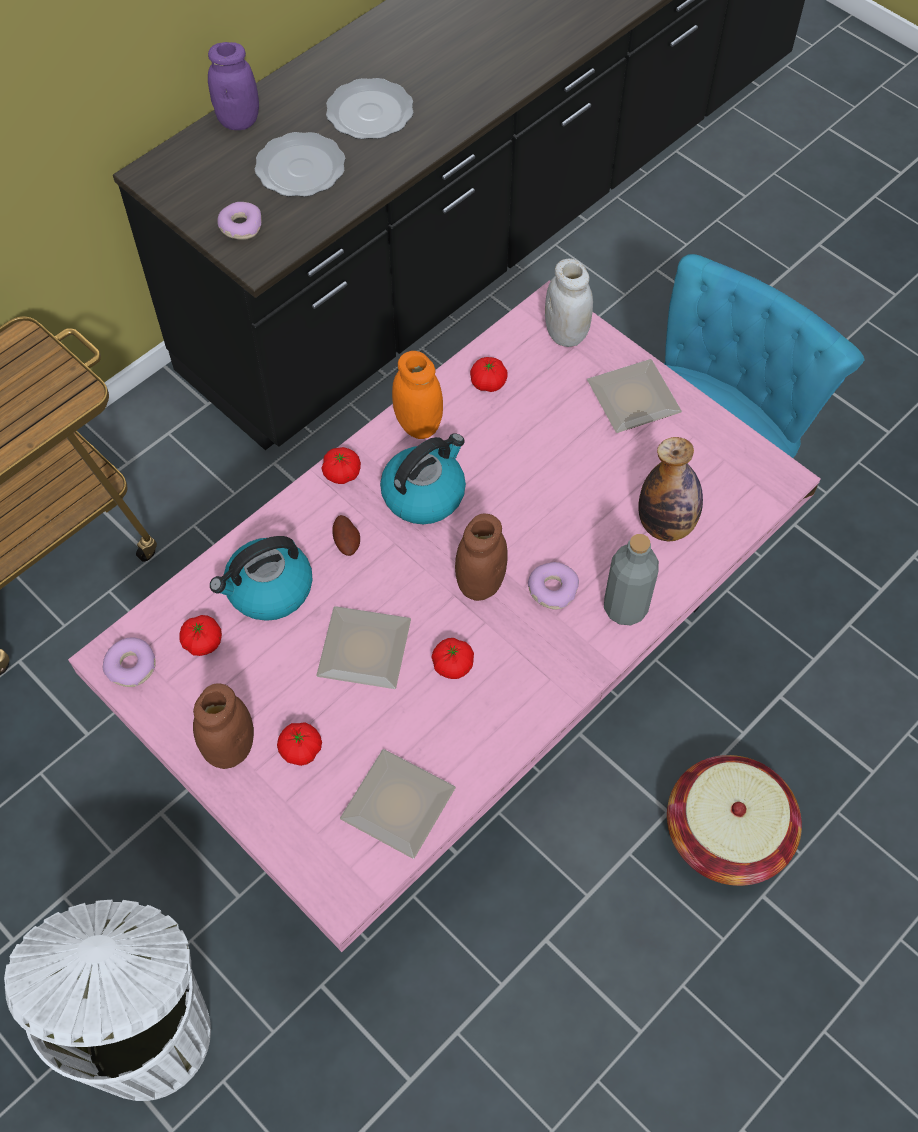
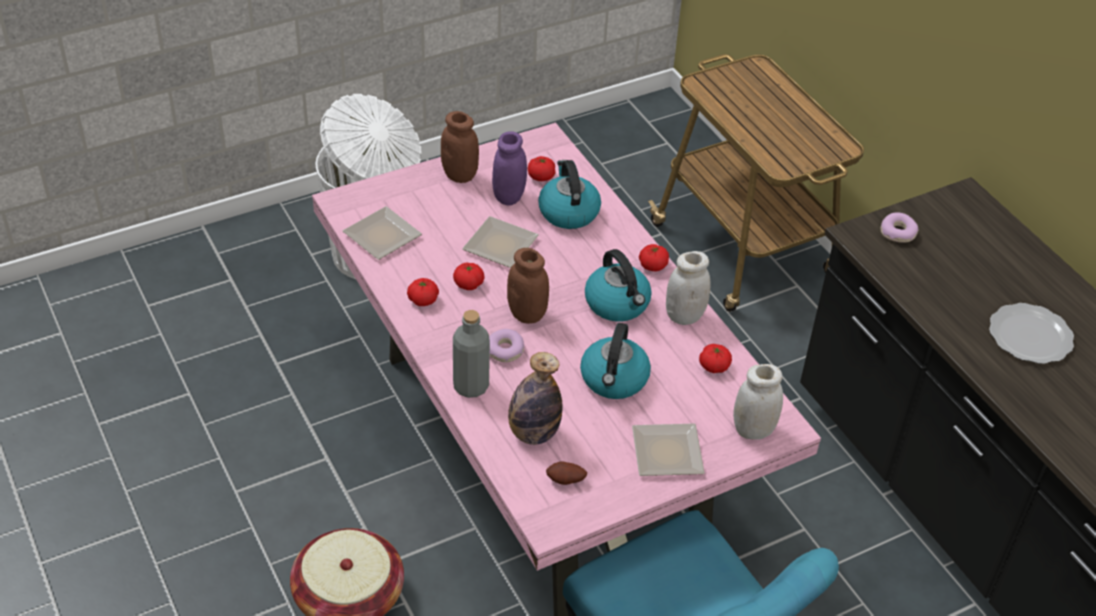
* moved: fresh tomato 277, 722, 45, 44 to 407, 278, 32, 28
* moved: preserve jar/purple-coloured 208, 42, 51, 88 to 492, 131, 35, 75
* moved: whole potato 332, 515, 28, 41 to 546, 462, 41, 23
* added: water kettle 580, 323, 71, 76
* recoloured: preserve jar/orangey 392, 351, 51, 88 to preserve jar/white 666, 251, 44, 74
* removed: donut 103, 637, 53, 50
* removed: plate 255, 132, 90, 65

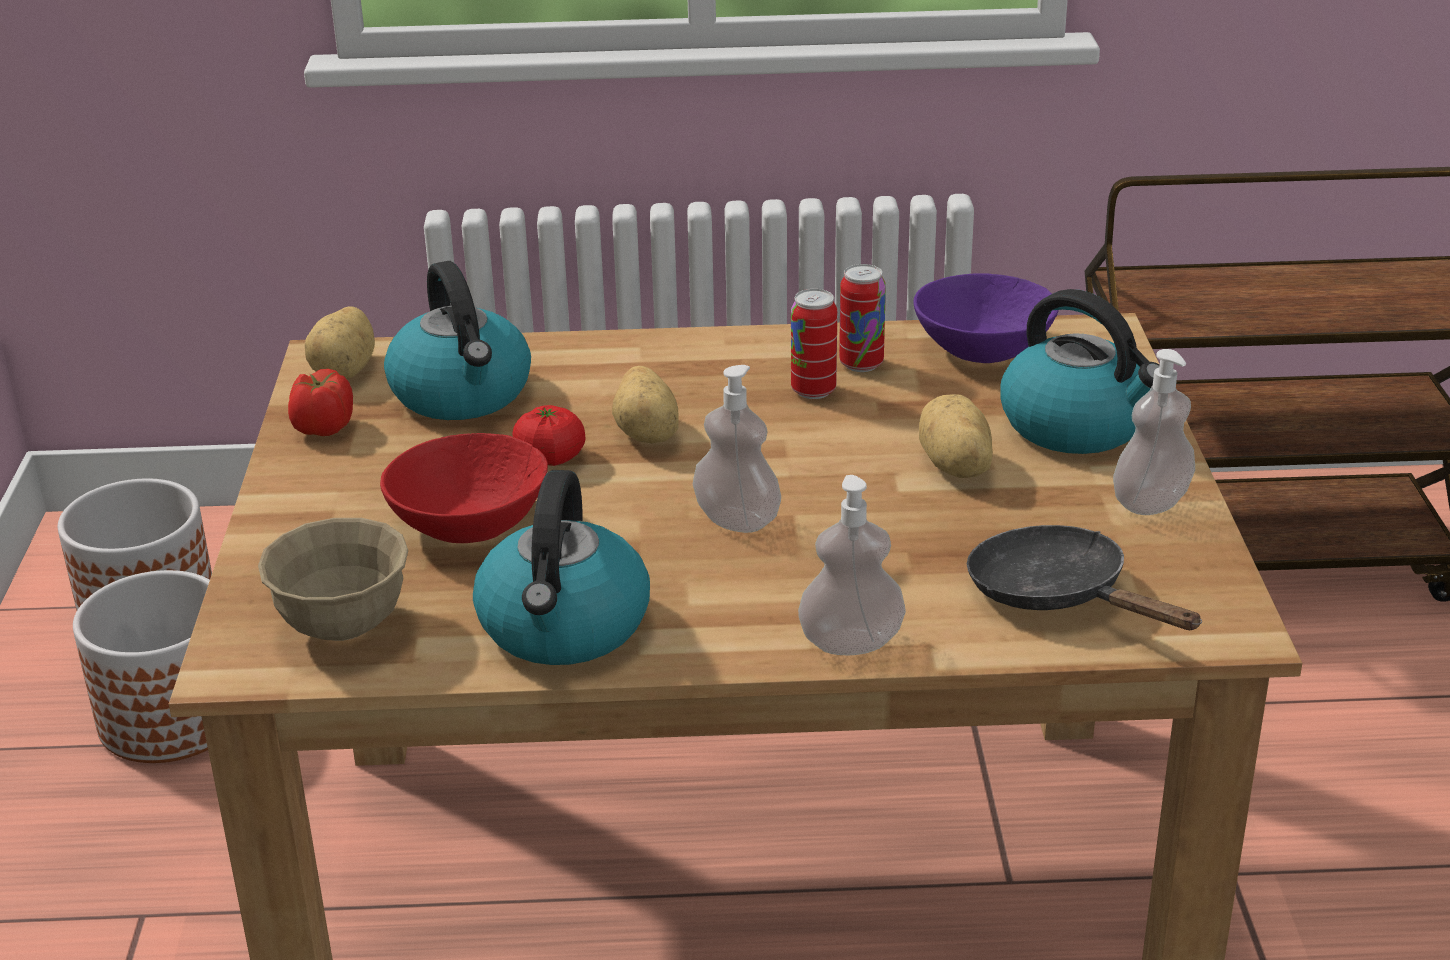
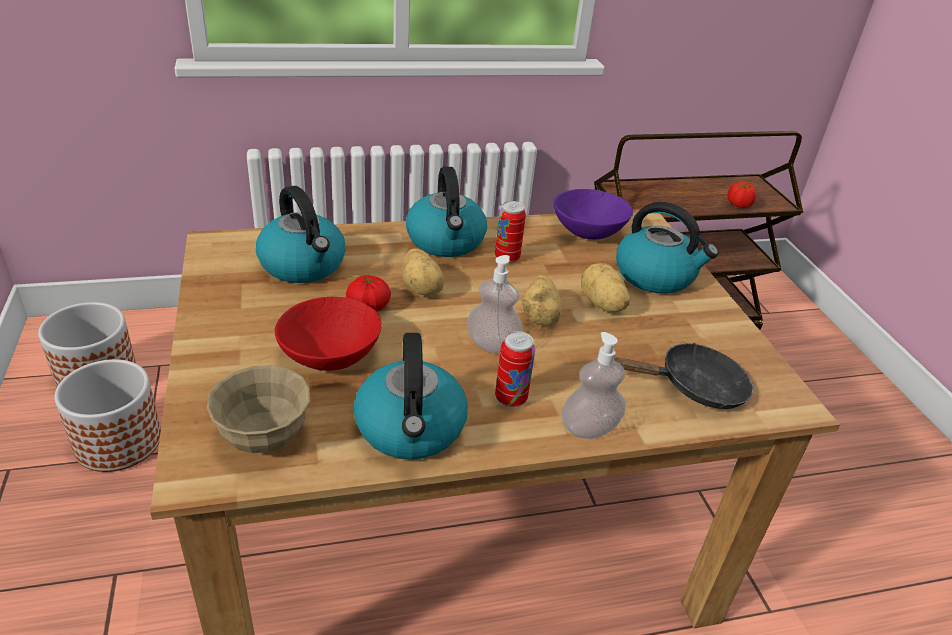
* added: water kettle 406, 167, 81, 90
* moved: metal can 839, 264, 47, 108 to 495, 331, 40, 76
* moved: whole potato 304, 307, 71, 72 to 522, 275, 40, 51
* turned: skillet/blackish 967, 525, 235, 105 = 614, 343, 140, 66 135 degrees clockwise
* moved: fresh tomato 288, 369, 65, 67 to 727, 181, 29, 27
* removed: liquid soap bottle 1113, 349, 82, 166

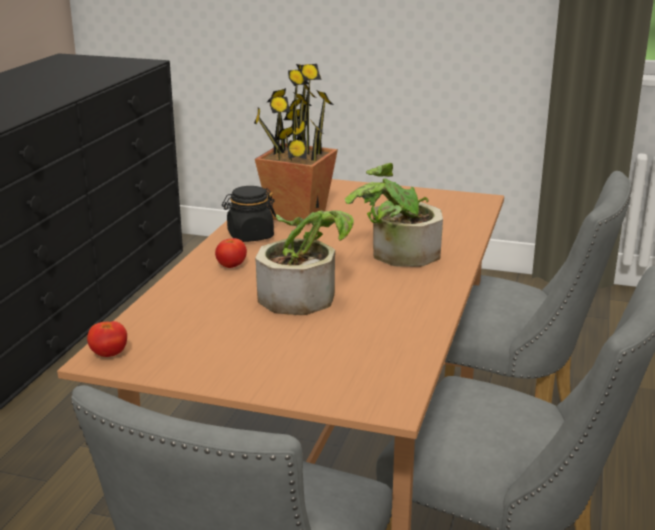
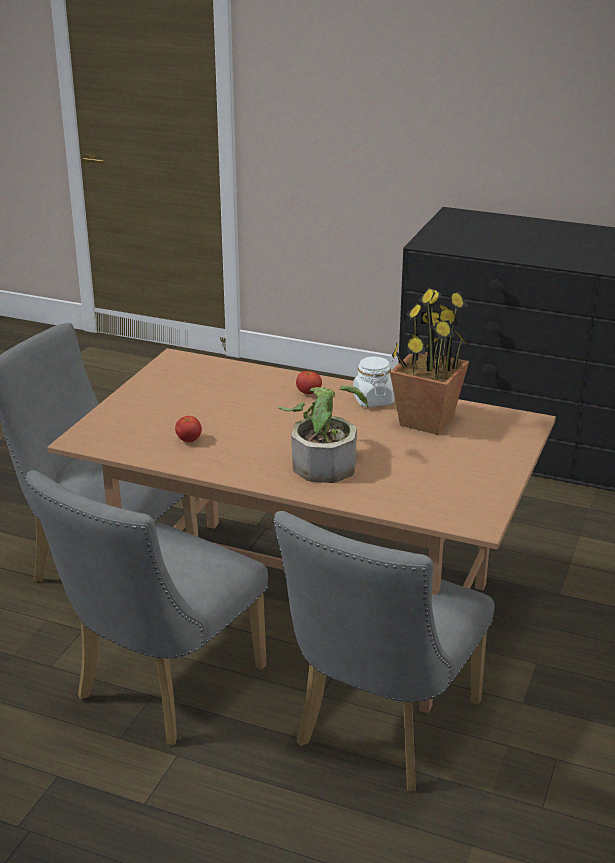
* moved: fresh tomato 87, 321, 40, 36 to 175, 416, 27, 26
* recoloured: preserve jar/blackish 222, 186, 54, 56 to preserve jar/white 353, 357, 41, 50
* removed: plant in a pot 255, 210, 99, 105

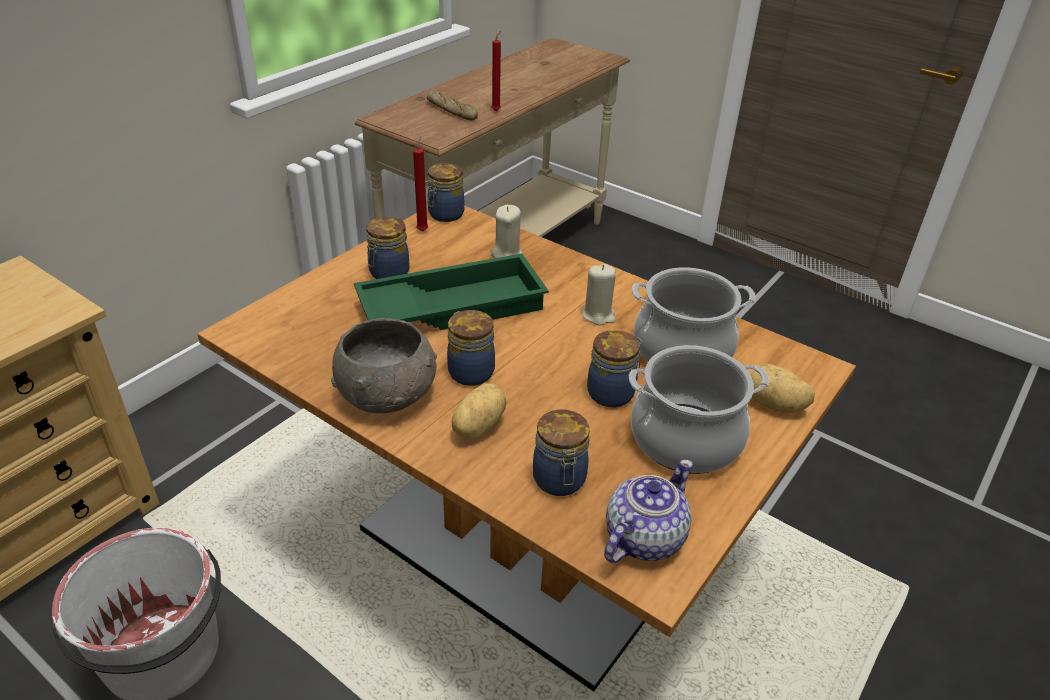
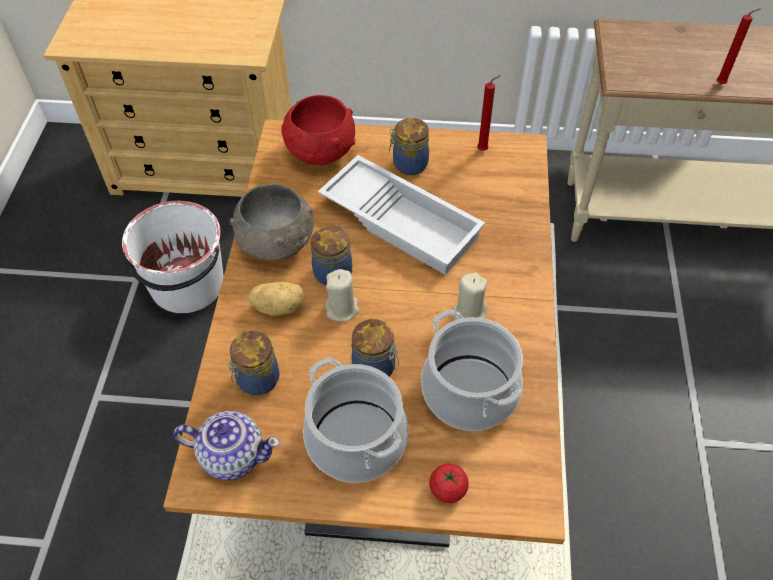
* added: bowl/reddish 281, 95, 75, 70
* recoloured: serving tray/greenish 354, 253, 195, 77 to serving tray/white 318, 155, 167, 120
* moved: wax candle/beige 491, 205, 32, 53 to 326, 269, 33, 53
* replaced: whole potato 750, 364, 65, 49 to fresh tomato 429, 464, 40, 39
* removed: bakery bread 427, 91, 51, 30
* removed: preserve jar 428, 163, 36, 59

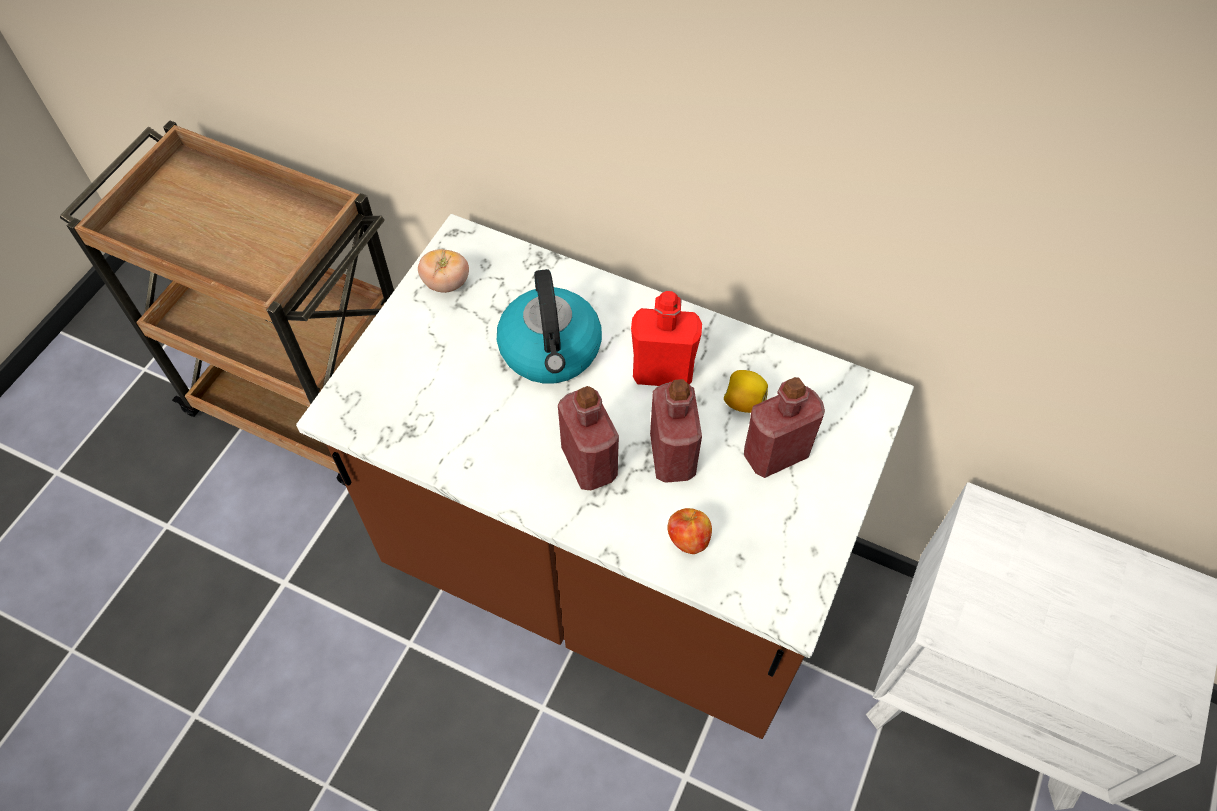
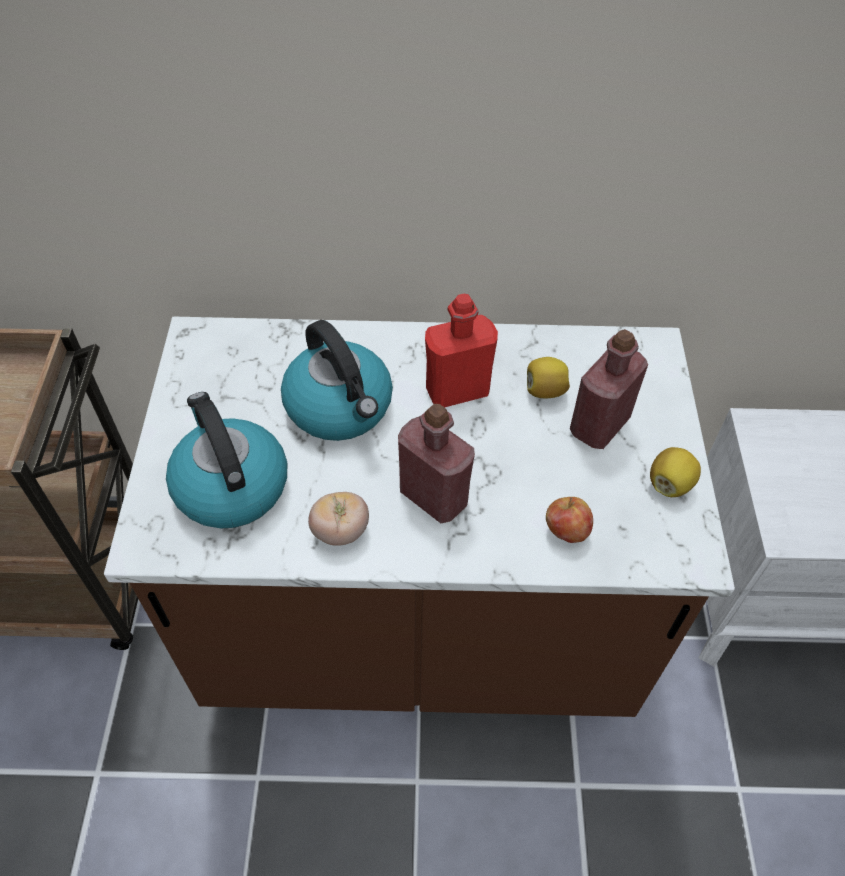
* added: water kettle 166, 392, 121, 136
* moved: fresh tomato 418, 249, 51, 44 to 308, 492, 61, 54
* added: whole lemon 650, 447, 51, 50
* removed: bottle/reddish 650, 379, 52, 104

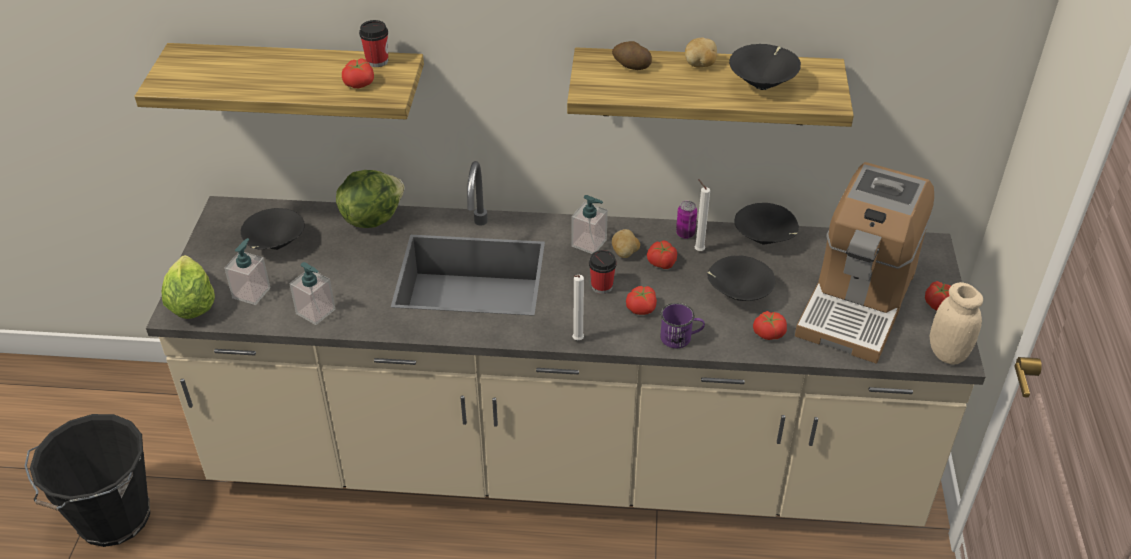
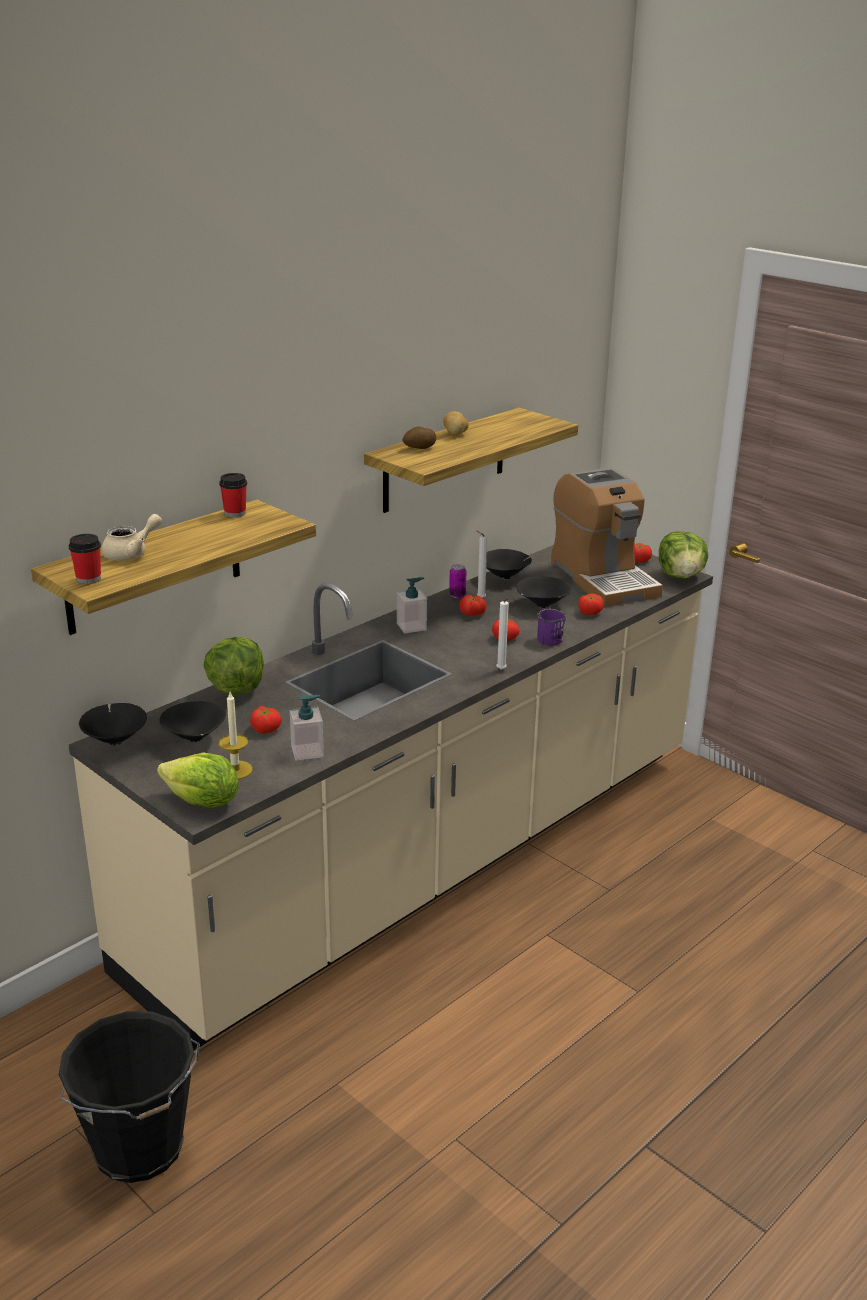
* moved: small cup 589, 250, 28, 44 to 69, 534, 32, 50
* moved: bowl/blackish 729, 44, 72, 46 to 79, 703, 68, 42
* added: teapot/beige 101, 514, 61, 47
* replaced: liquid soap bottle 224, 238, 47, 67 to wax candle 219, 692, 34, 87
* moved: fresh tomato 342, 58, 32, 30 to 250, 706, 32, 28
* replaced: preserve jar/beige 930, 282, 53, 83 to head of lettuce 659, 531, 49, 48
* removed: whole potato 612, 229, 28, 29

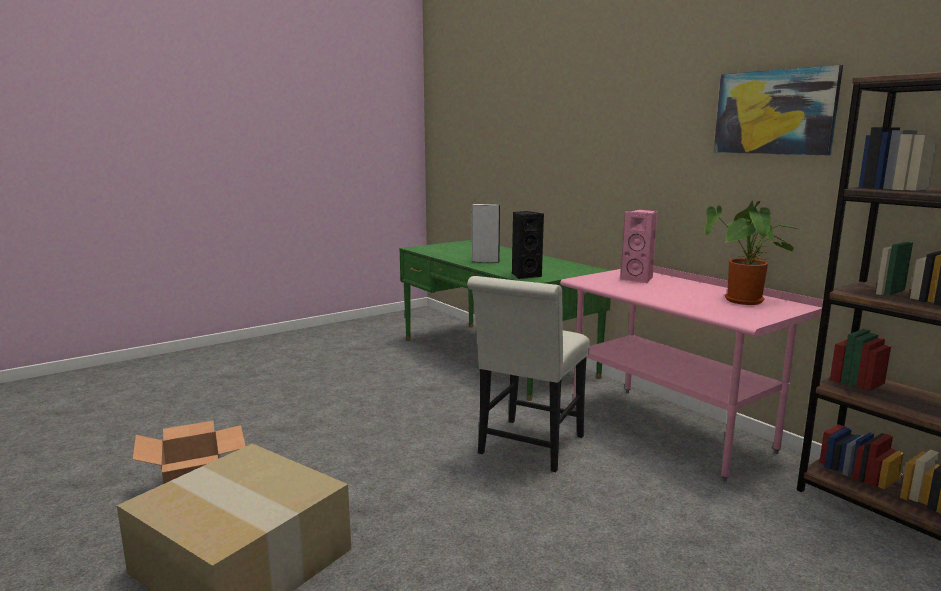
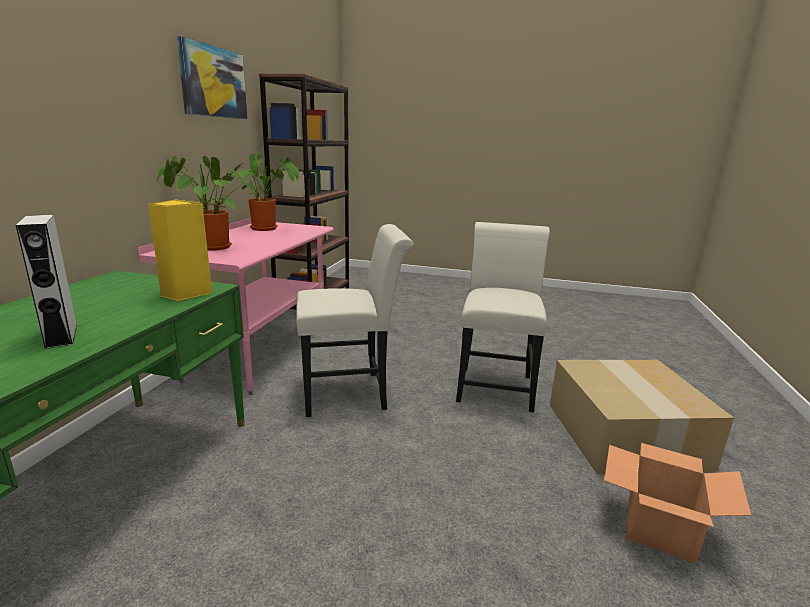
* recoloured: audio speaker/blackish 512, 211, 32, 68 to audio speaker/yellow 148, 199, 64, 102
* replaced: audio speaker/pinkish 620, 209, 38, 74 to plant in a pot 157, 156, 99, 95
* added: upright chair/white 456, 222, 94, 190

